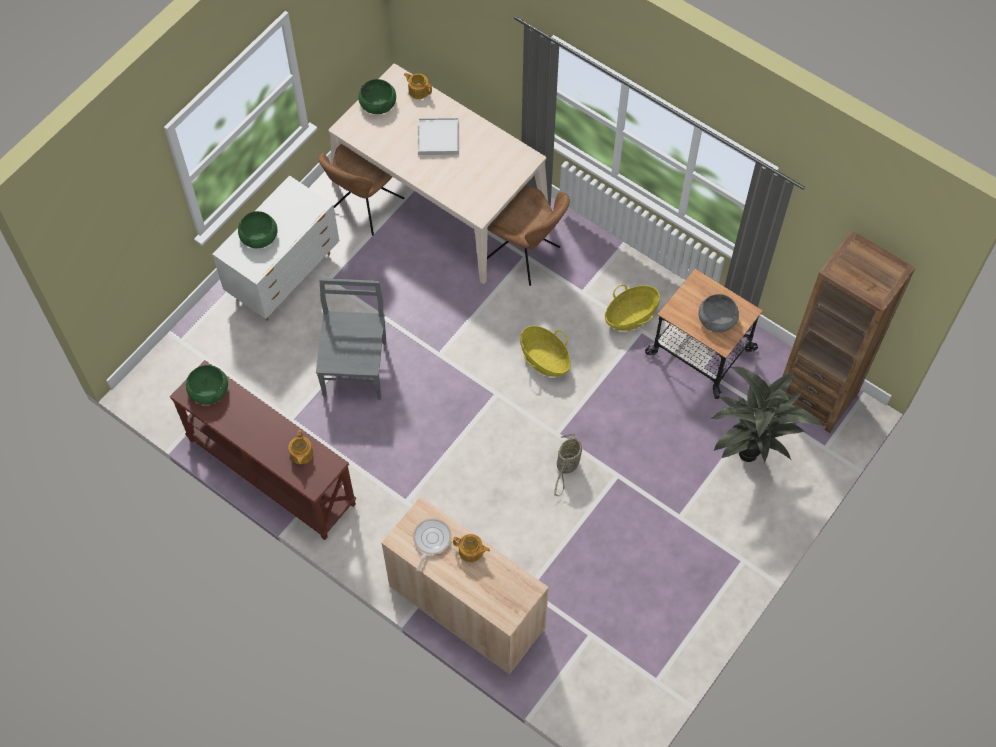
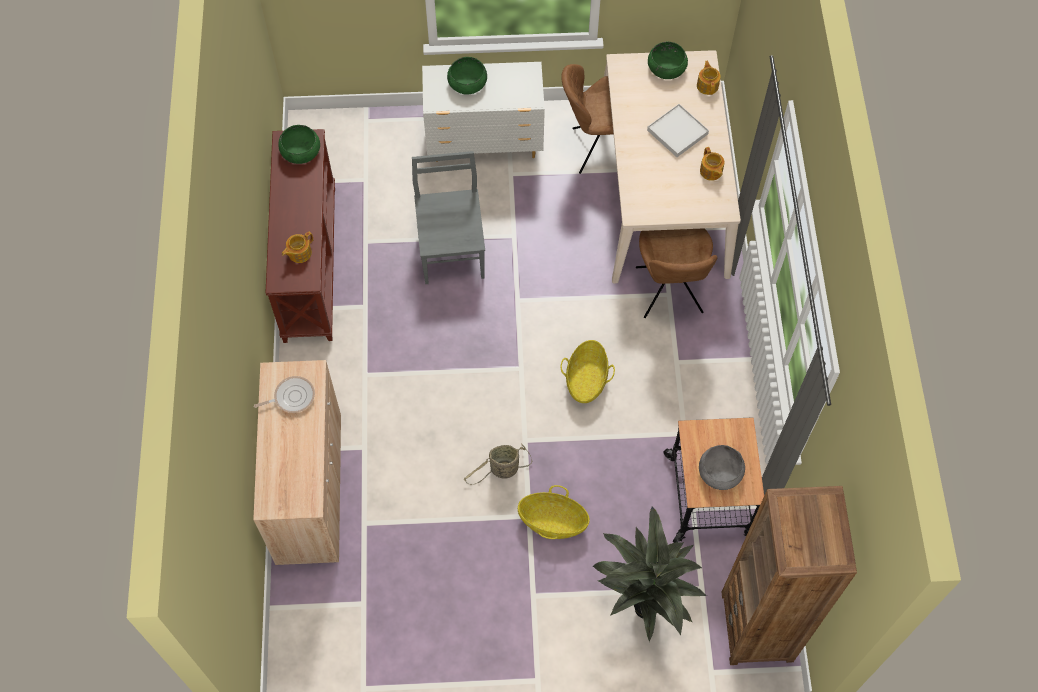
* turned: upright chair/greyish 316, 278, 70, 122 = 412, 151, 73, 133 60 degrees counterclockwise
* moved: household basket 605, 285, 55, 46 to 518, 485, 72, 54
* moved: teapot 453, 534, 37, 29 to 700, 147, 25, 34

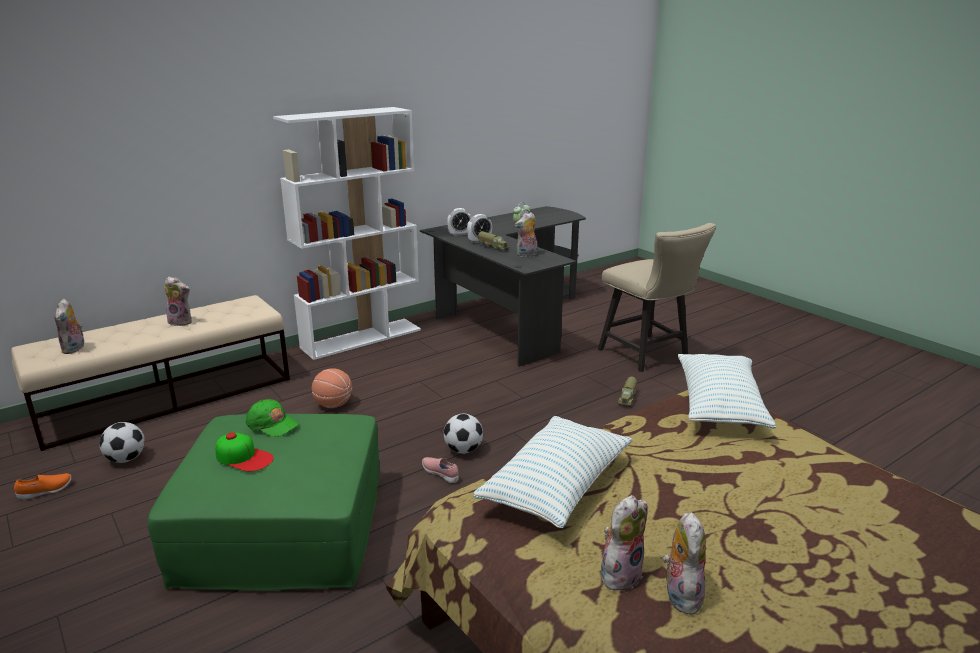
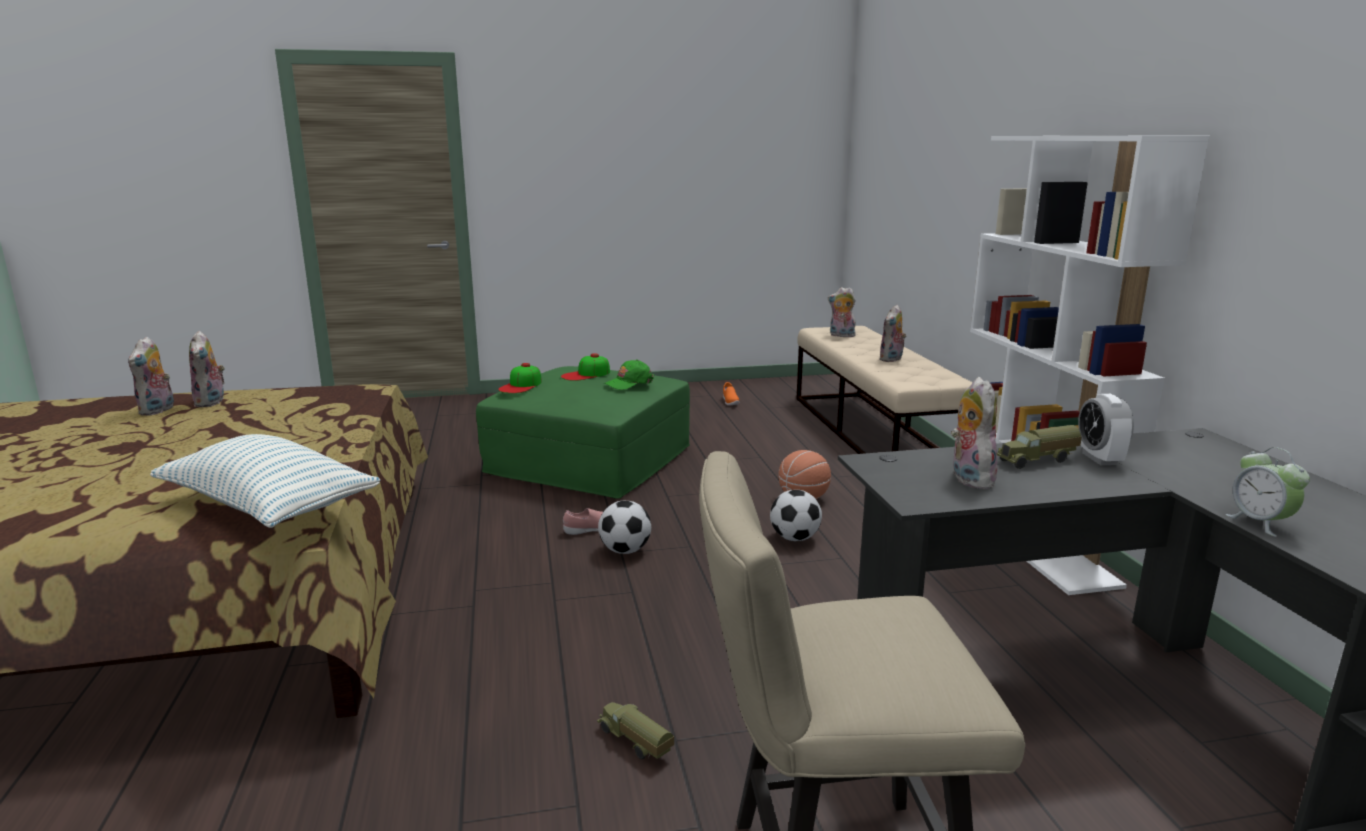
* turned: cuddly toy 663, 512, 43, 103 = 128, 336, 46, 80 60 degrees clockwise
* added: peaked cap 498, 363, 44, 30
* moved: football 100, 422, 45, 41 to 770, 490, 52, 51
* removed: table clock 447, 208, 25, 28
* removed: pillow 473, 416, 160, 112

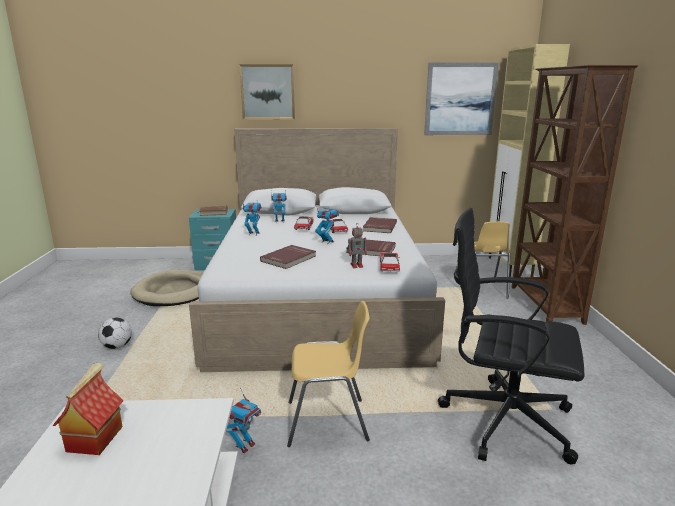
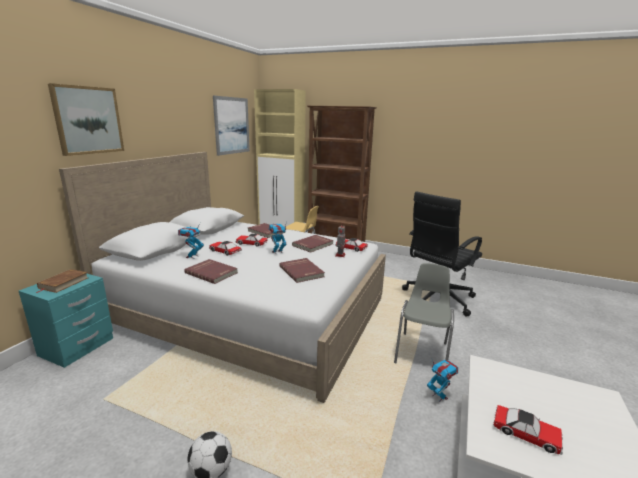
* replaced: robot figure 242, 201, 20, 34 to volume/reddish 184, 259, 54, 25
* recoloured: upright chair/yellow 287, 301, 83, 146 to upright chair/greyish 394, 263, 60, 100
* replaced: miniature house 53, 362, 70, 93 to model car 493, 405, 70, 50
* removed: dog bed/beige 130, 270, 73, 36

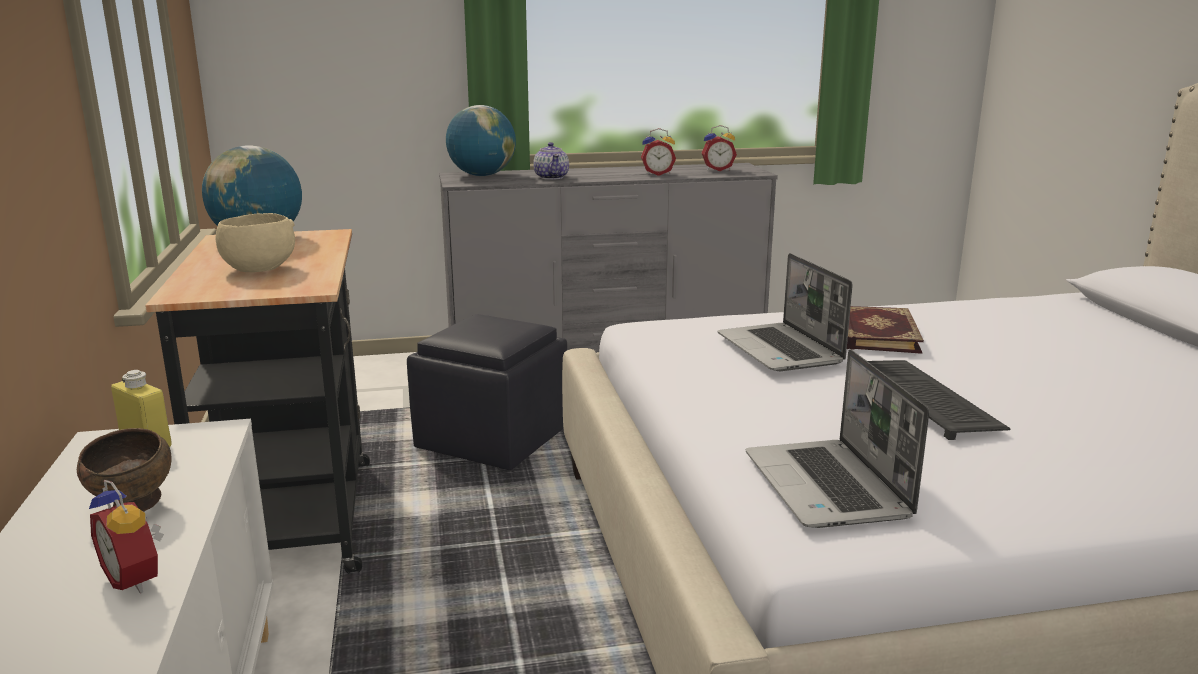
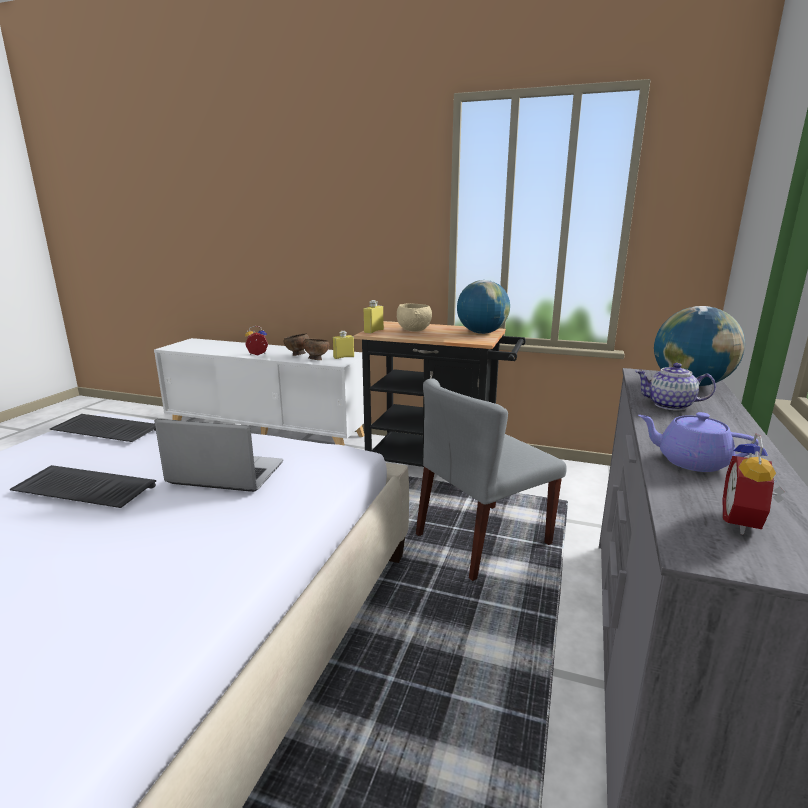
* replaced: portable computer 746, 349, 183, 179 to computer keyboard 50, 414, 106, 28
* added: bowl/brownish 303, 338, 26, 22
* added: bottle/yellow 364, 300, 20, 34
* replaced: pouffe/blackish 407, 314, 160, 156 to upright chair/greyish 416, 378, 151, 203
* replaced: table clock 641, 128, 35, 48 to teapot/purple-coloured 638, 412, 121, 60
* removed: volume 847, 306, 77, 48

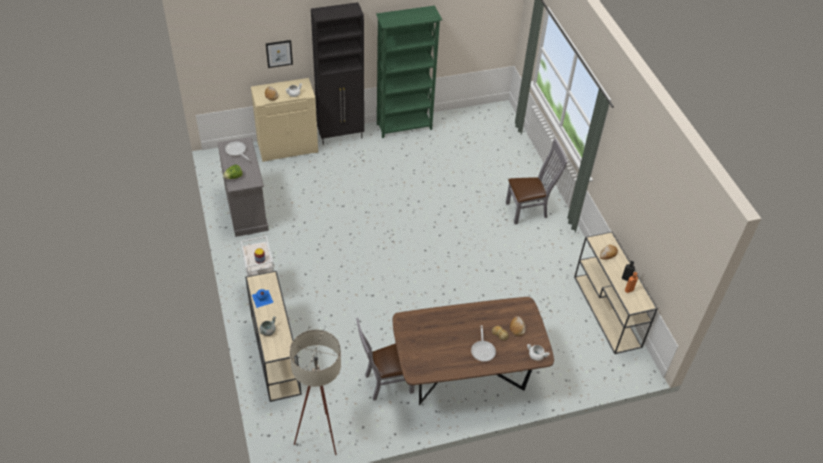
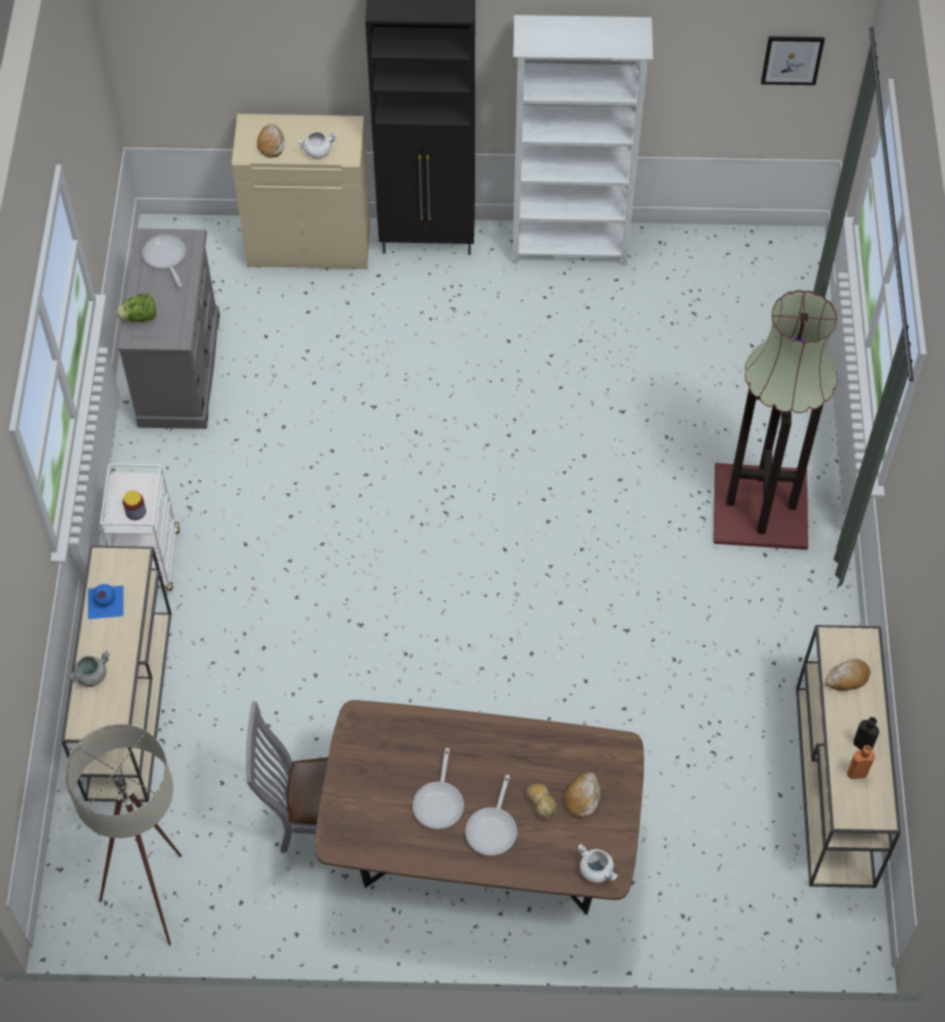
* added: skillet 413, 748, 51, 81
* recoloured: bookshelf/greenish 376, 6, 66, 132 to bookshelf/white 513, 15, 140, 251
* replaced: upright chair/greyish 506, 139, 62, 85 to standing lamp 714, 290, 123, 260
* moved: picture 266, 40, 27, 28 to 761, 36, 64, 49

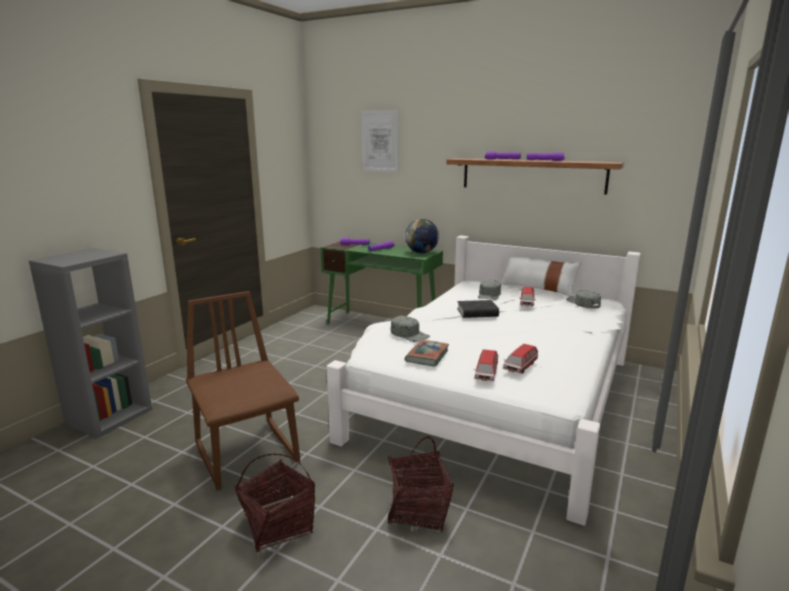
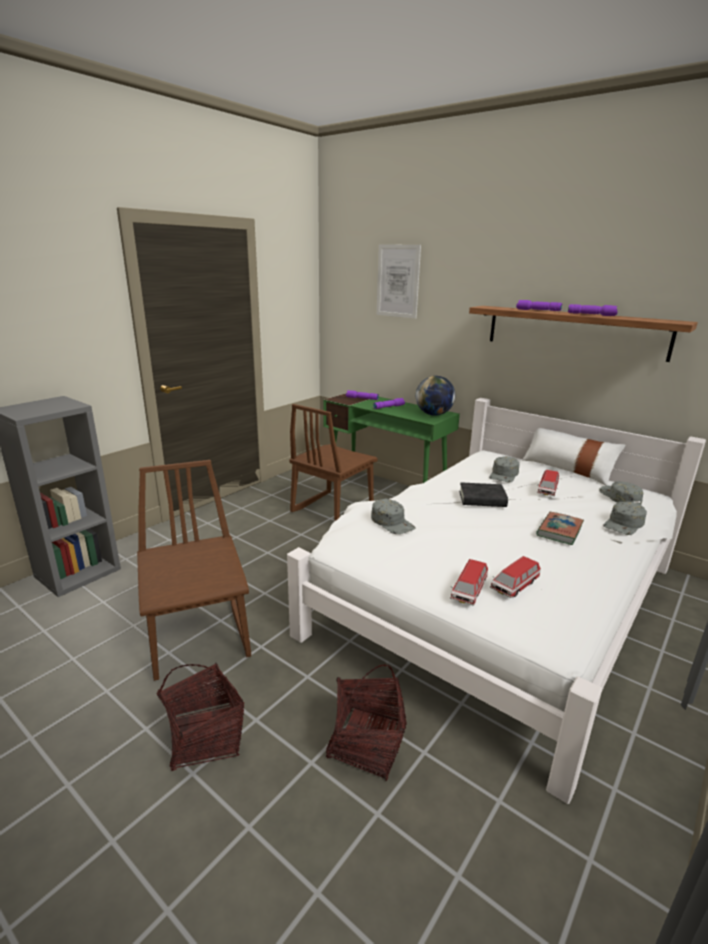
* added: upright chair/brownish 289, 404, 89, 117
* moved: volume 405, 340, 44, 26 to 536, 512, 48, 33
* added: peaked cap/greyish 603, 502, 44, 33

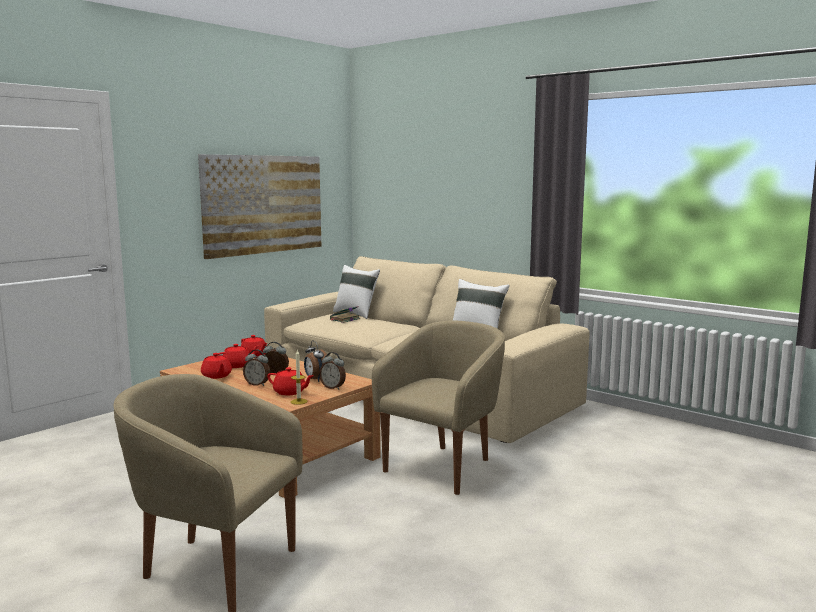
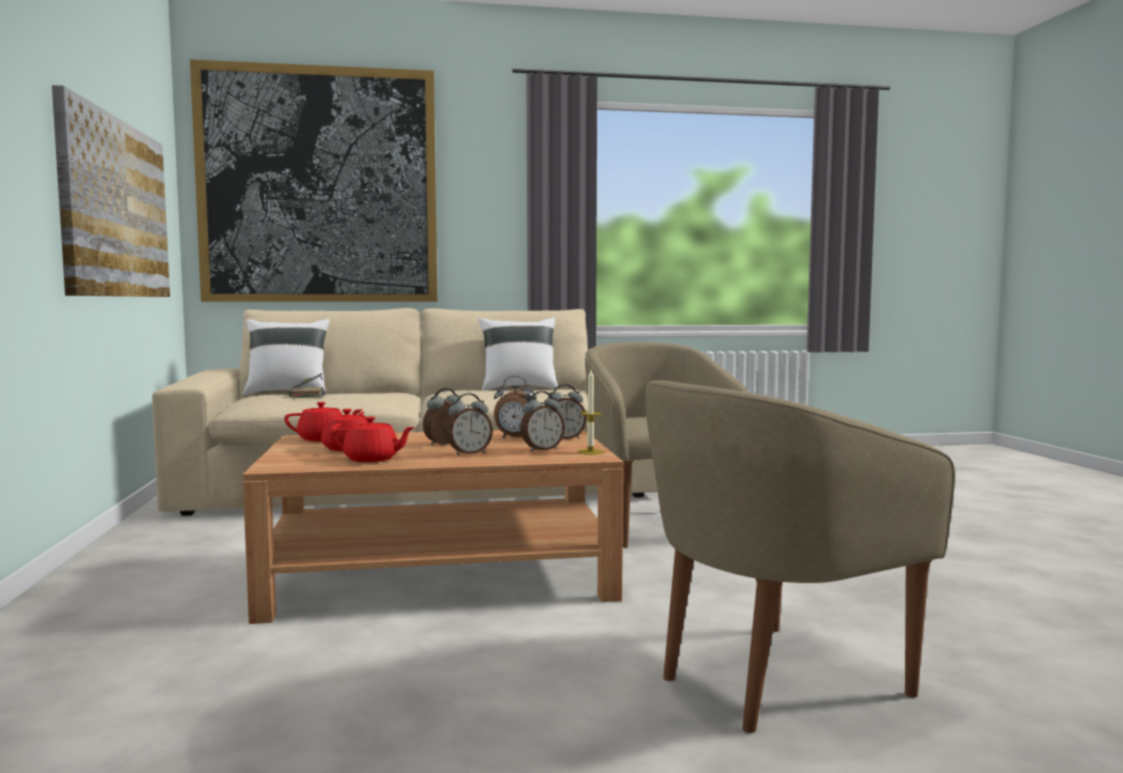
* added: picture 190, 59, 247, 243
* replaced: teapot/reddish 267, 367, 47, 28 to table clock 520, 391, 45, 61

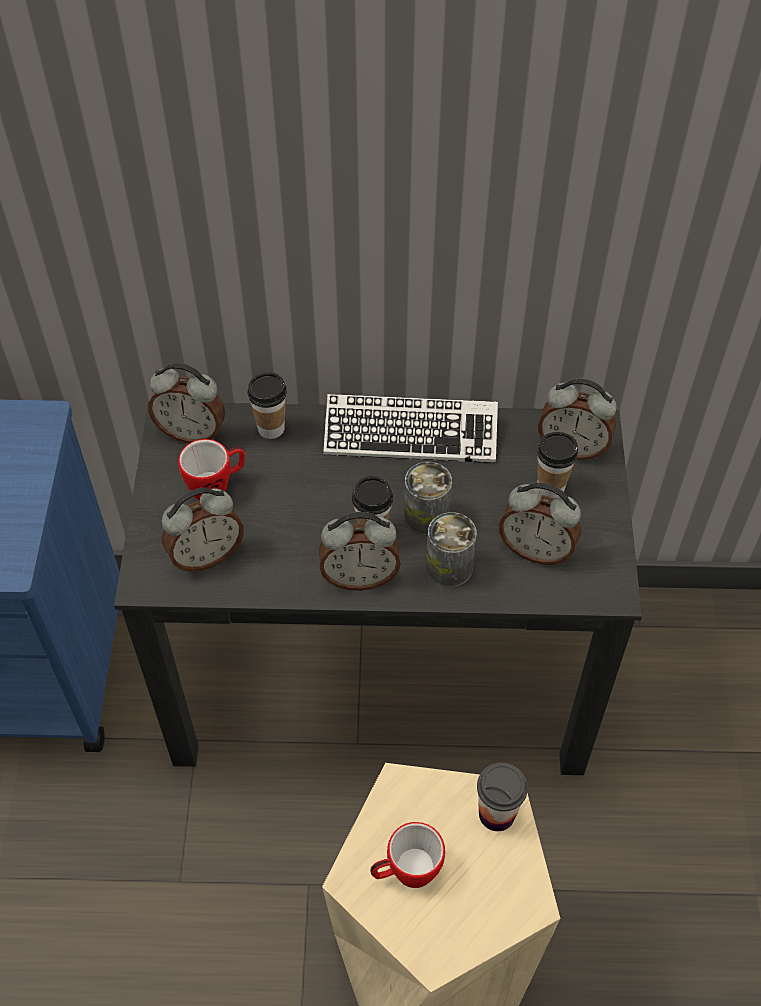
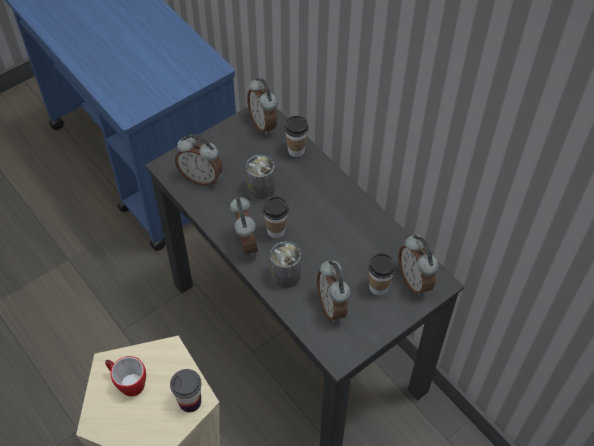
* turned: table clock 319, 512, 82, 79 = 230, 197, 28, 59 150 degrees counterclockwise
* moved: metal can 404, 462, 48, 73 to 246, 155, 29, 45
* removed: tea mug 178, 439, 67, 62
* removed: computer keyboard 323, 394, 175, 69

